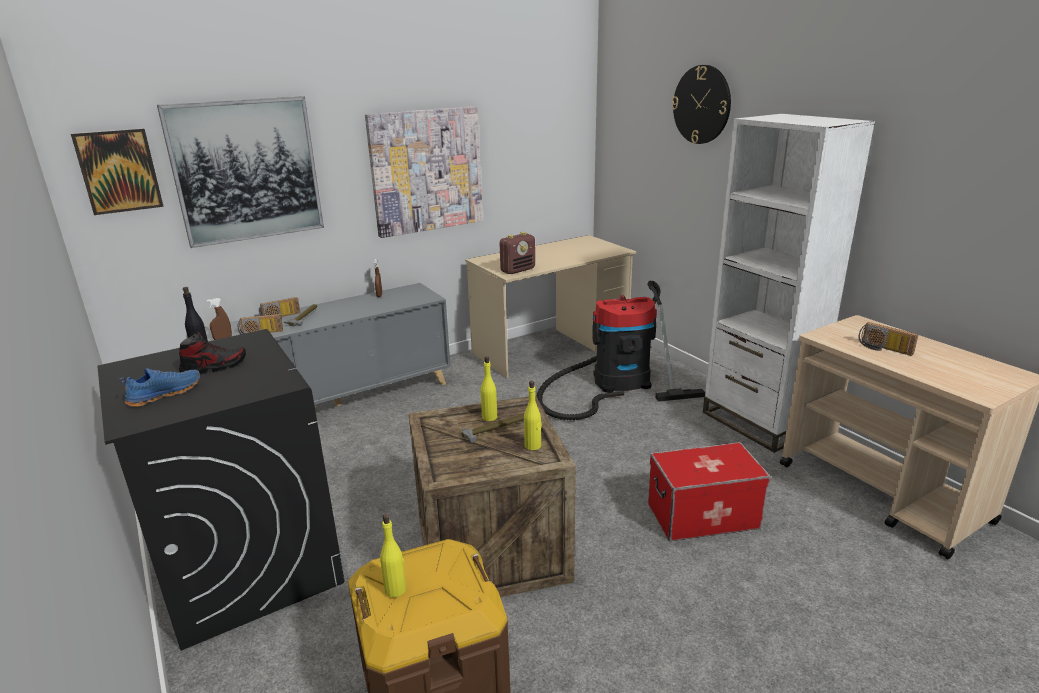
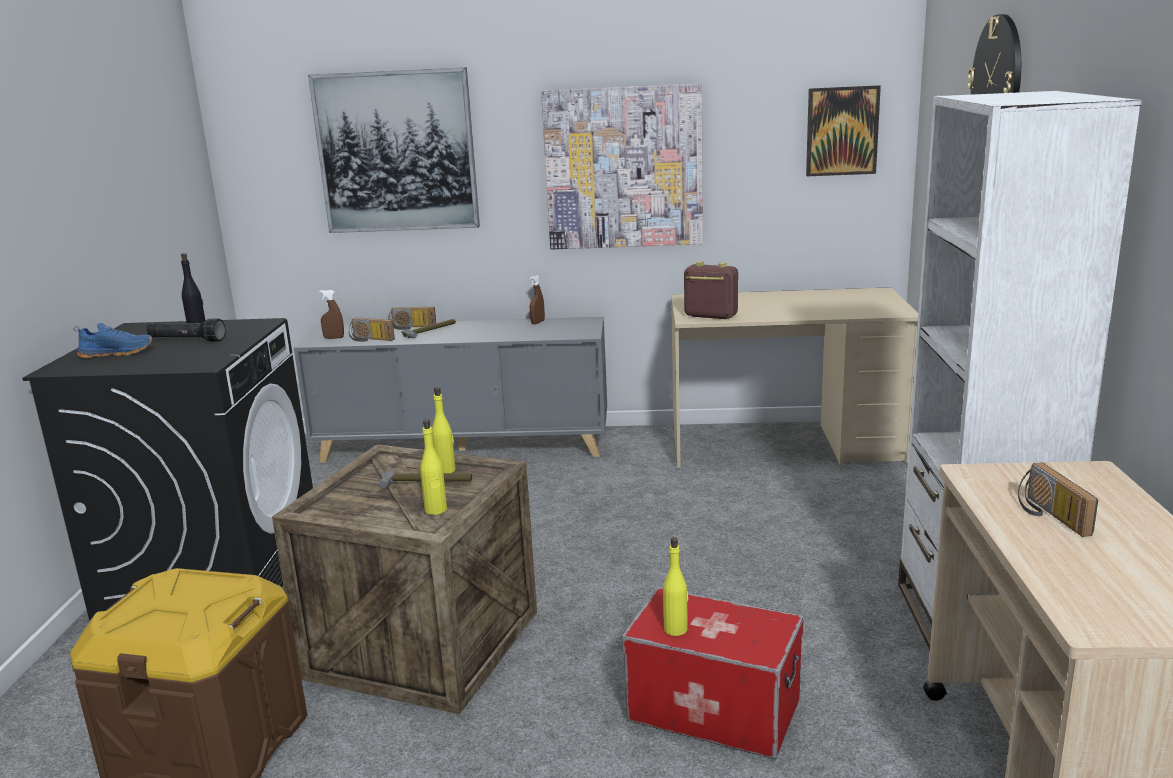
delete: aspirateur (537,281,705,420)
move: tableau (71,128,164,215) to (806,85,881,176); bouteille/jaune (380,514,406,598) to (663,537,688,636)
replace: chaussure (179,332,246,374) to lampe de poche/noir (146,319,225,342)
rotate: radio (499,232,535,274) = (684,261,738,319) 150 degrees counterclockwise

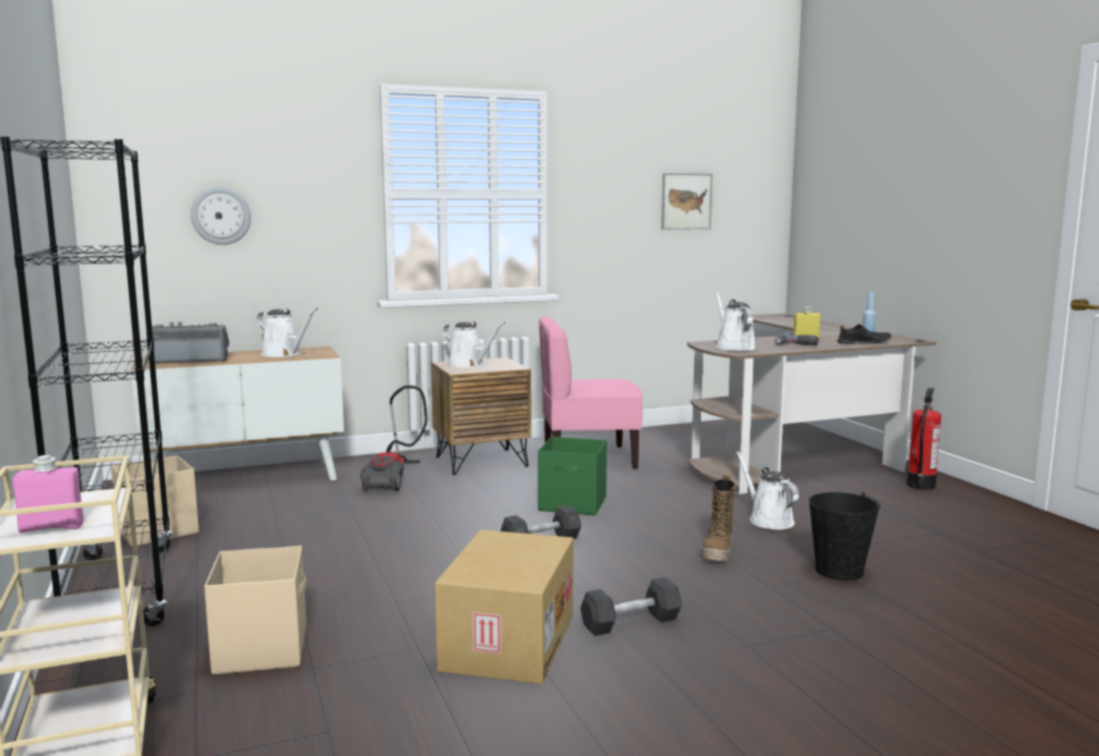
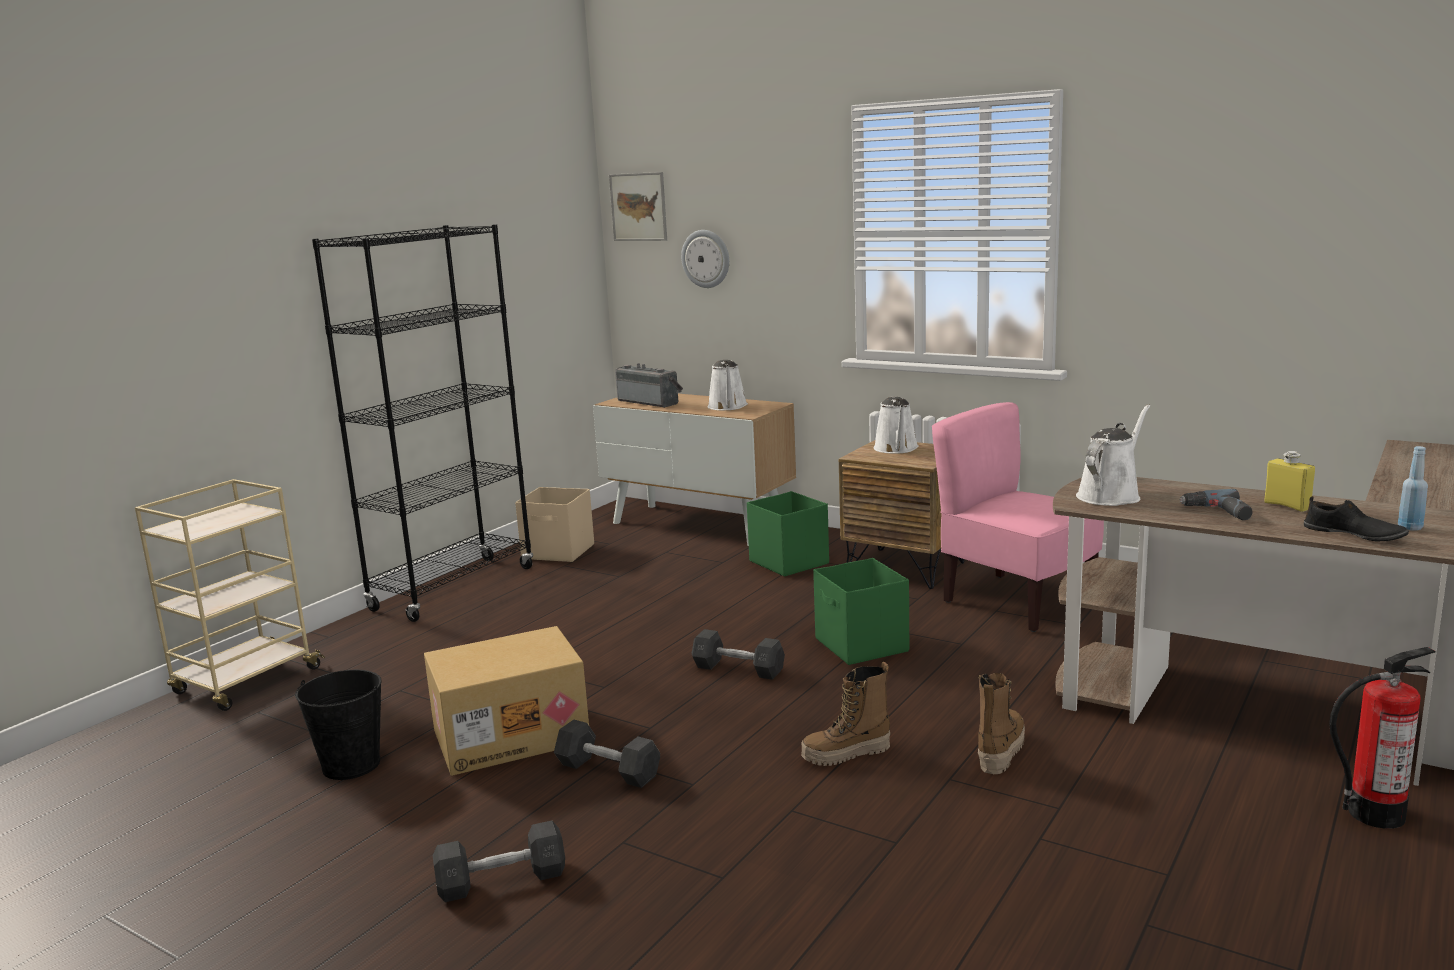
delete: bouteille/rose (13,455,84,533); boîte de rangement/beige (204,546,306,675)
insert: haltère/gris (433,820,565,902)
move: tableau (662,173,713,230) to (609,172,667,241); seau/noir (809,492,881,580) to (295,670,382,780)
replace: aspirateur (360,386,428,491) to boîte de rangement/vert (747,491,829,577); arrosoir/blanc (736,451,799,529) to botte (978,673,1025,774)

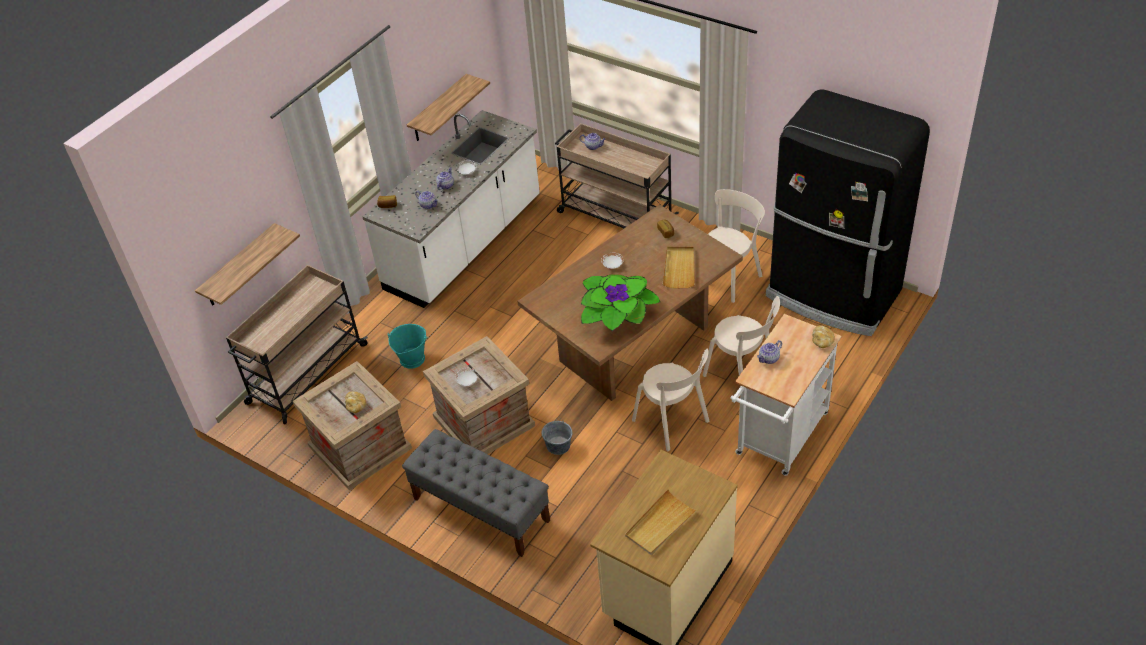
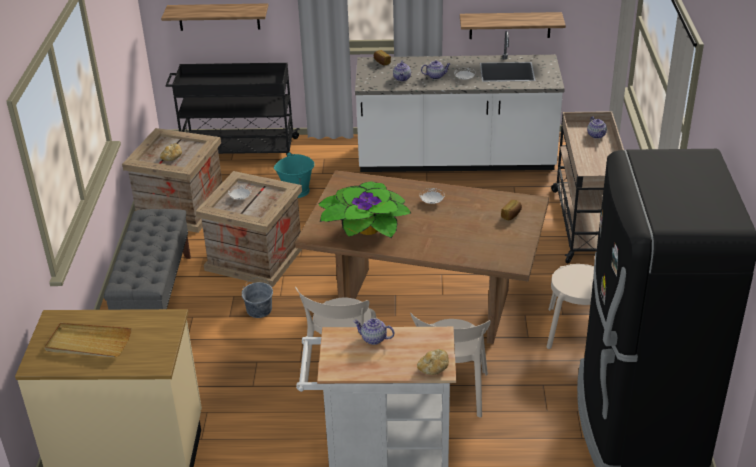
delete: plateau/beige (663,246,695,288)
recolor: chariot/beige (226,265,368,424) to chariot/noir (166,63,299,156)

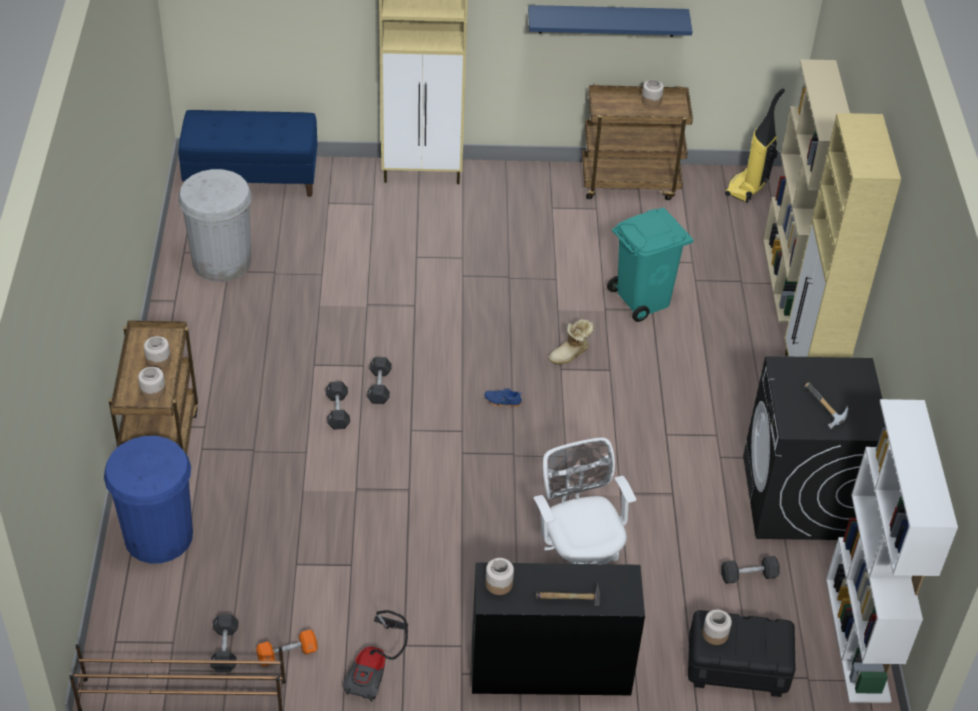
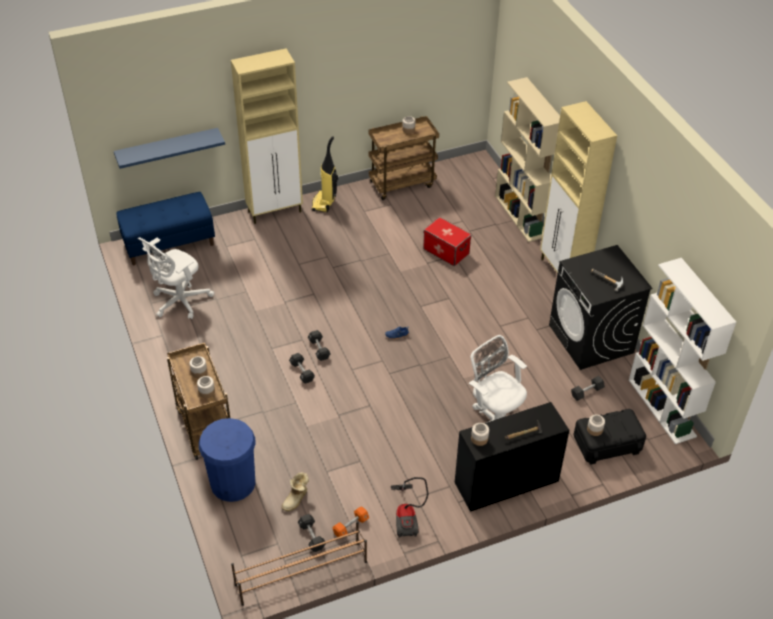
move: étagère/bleu (528,5,693,37) to (114,128,225,169); botte (548,319,594,365) to (281,472,309,511); aspirateur (725,88,785,203) to (312,136,338,212)
replace: poubelle/blanc (178,169,252,282) to chaise de bureau/blanc (138,238,214,319); poubelle/turquoise (607,207,694,322) to boîte de rangement (423,217,472,266)

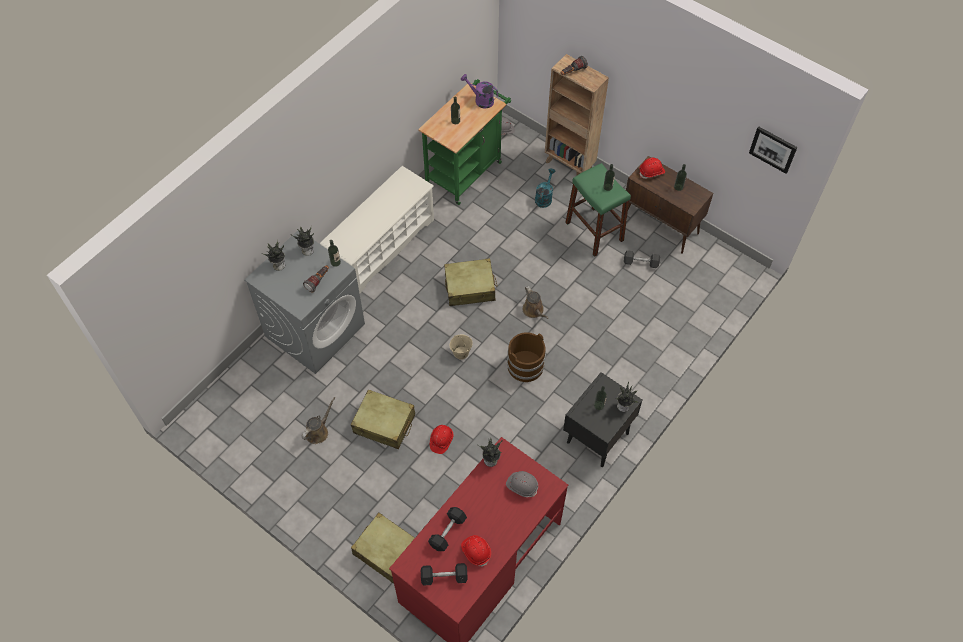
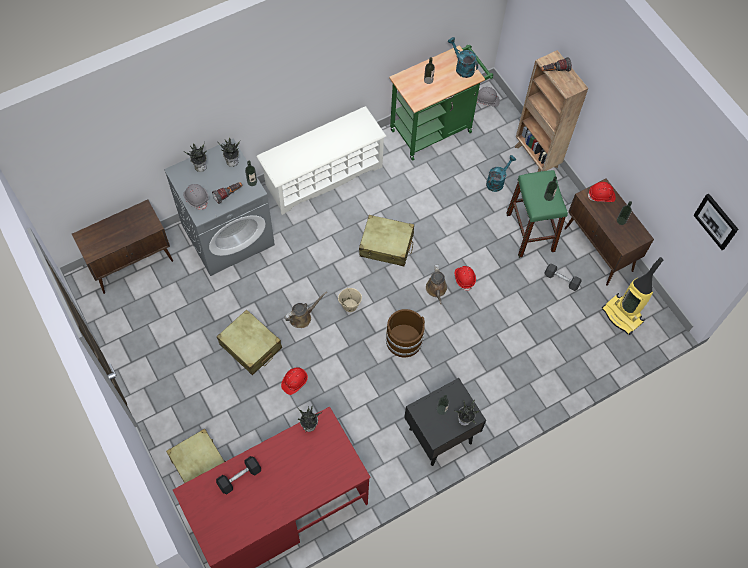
delete: haltère/noir (421,563,468,586)
insert: meuble de rangement/marron (72,199,173,294); aspirateur (602,257,663,335)
move: arrosoir/marron (302,397,335,444) to (284,292,327,328); casque de chantier/rouge (461,535,491,567) to (455,266,476,291); casque de chantier/gris (506,471,538,497) to (183,184,209,210)
recolor: arrosoir/violet (461,74,498,109) to arrosoir/turquoise (448,37,478,78)

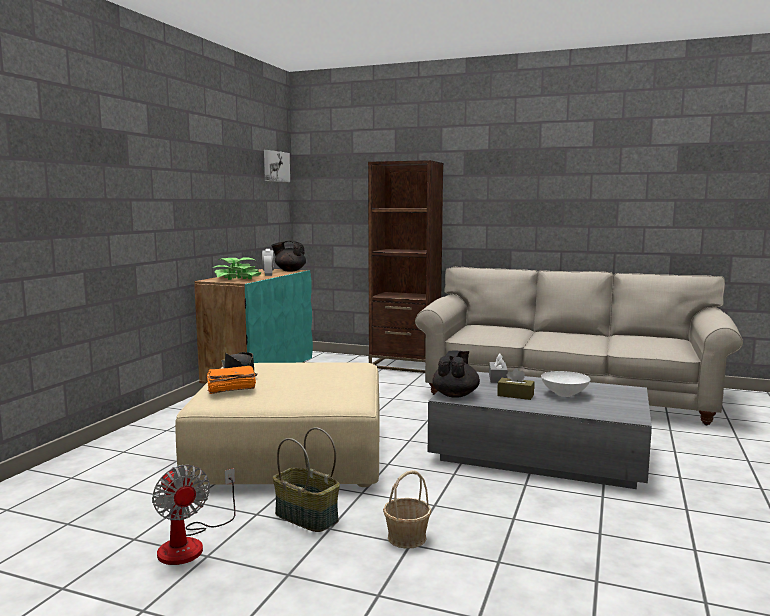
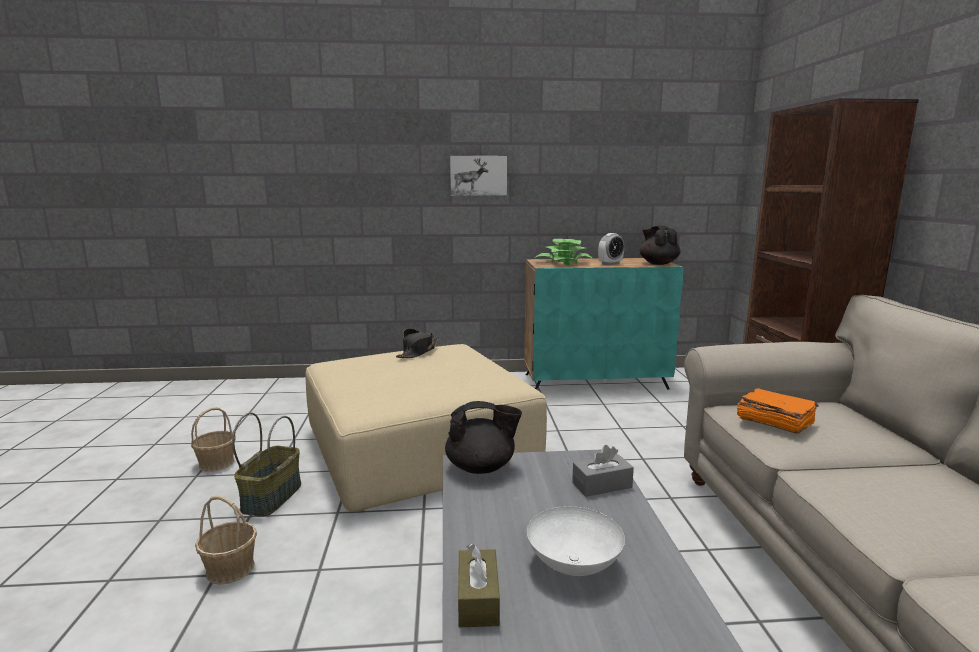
move: livre/orange (207,366,256,394) to (737,388,818,434); tableau (264,150,290,182) to (450,156,507,196); boîte à mouchoirs/marron (497,368,534,400) to (458,544,500,627)
replace: ventilateur (152,465,236,565) to panier (191,407,236,472)

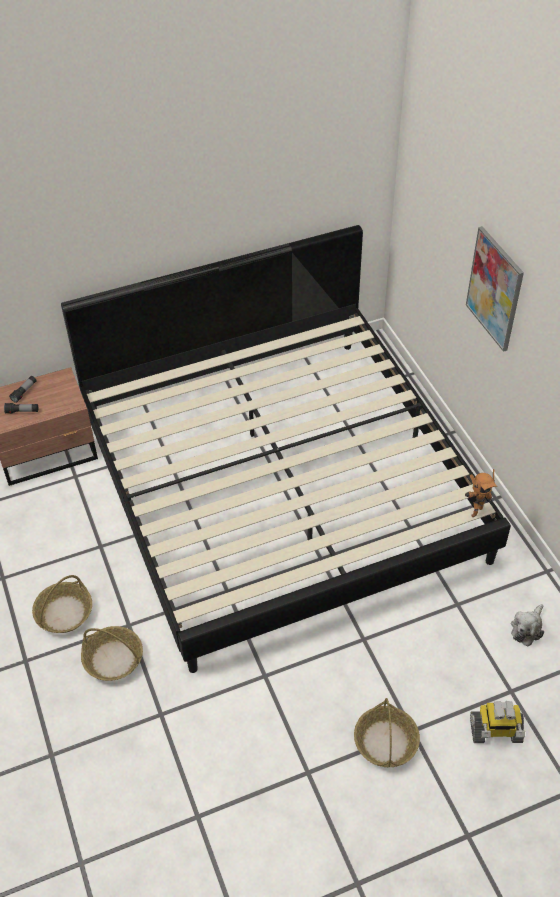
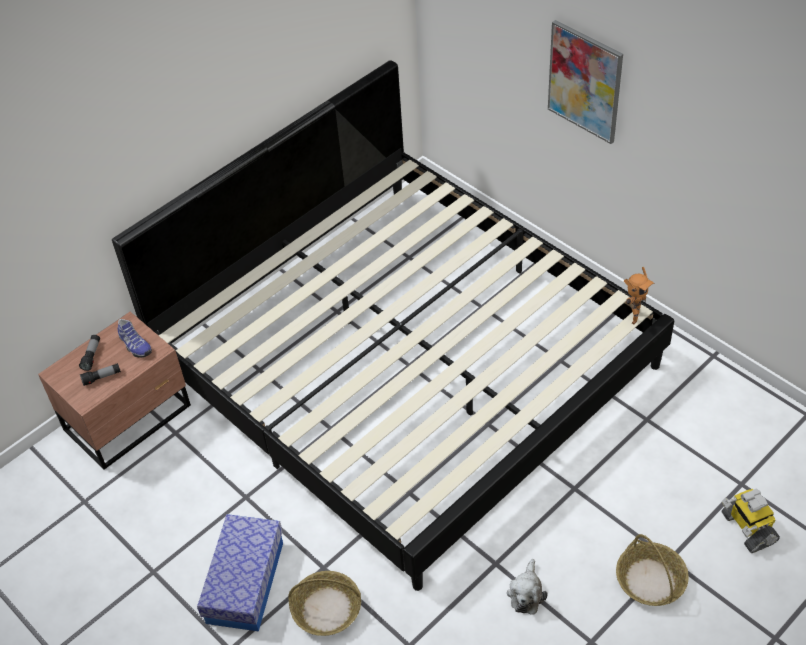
insert: chaussure (118,319,152,358)
move: peluche (511,604,544,646) to (507,559,547,615)
replace: panier (32,575,92,633) to boîte de rangement (197,514,283,632)
rotate: robot jouet (470,701,525,743) = (721,488,780,553) 90 degrees clockwise

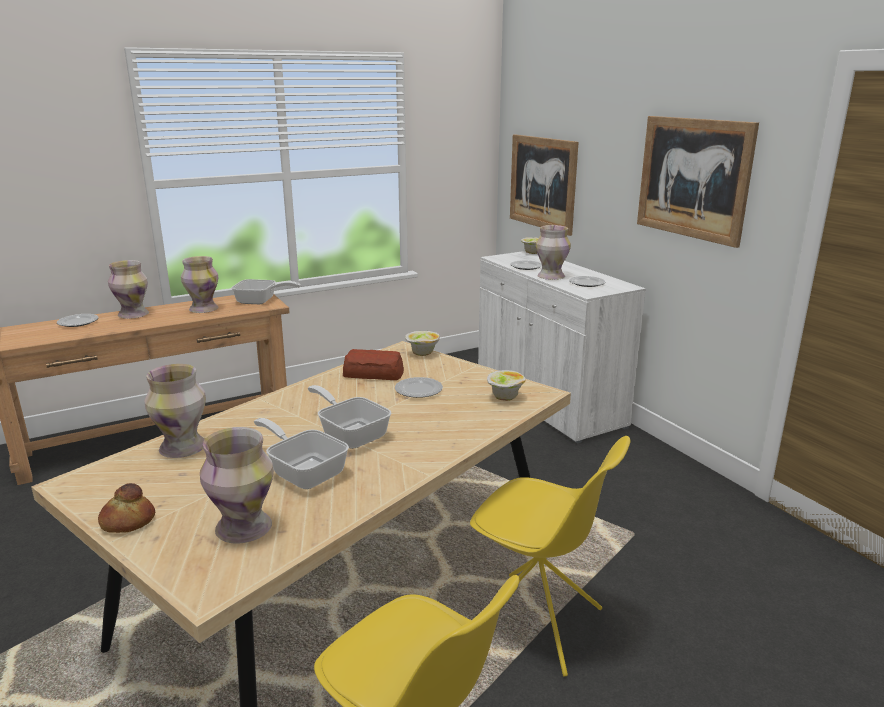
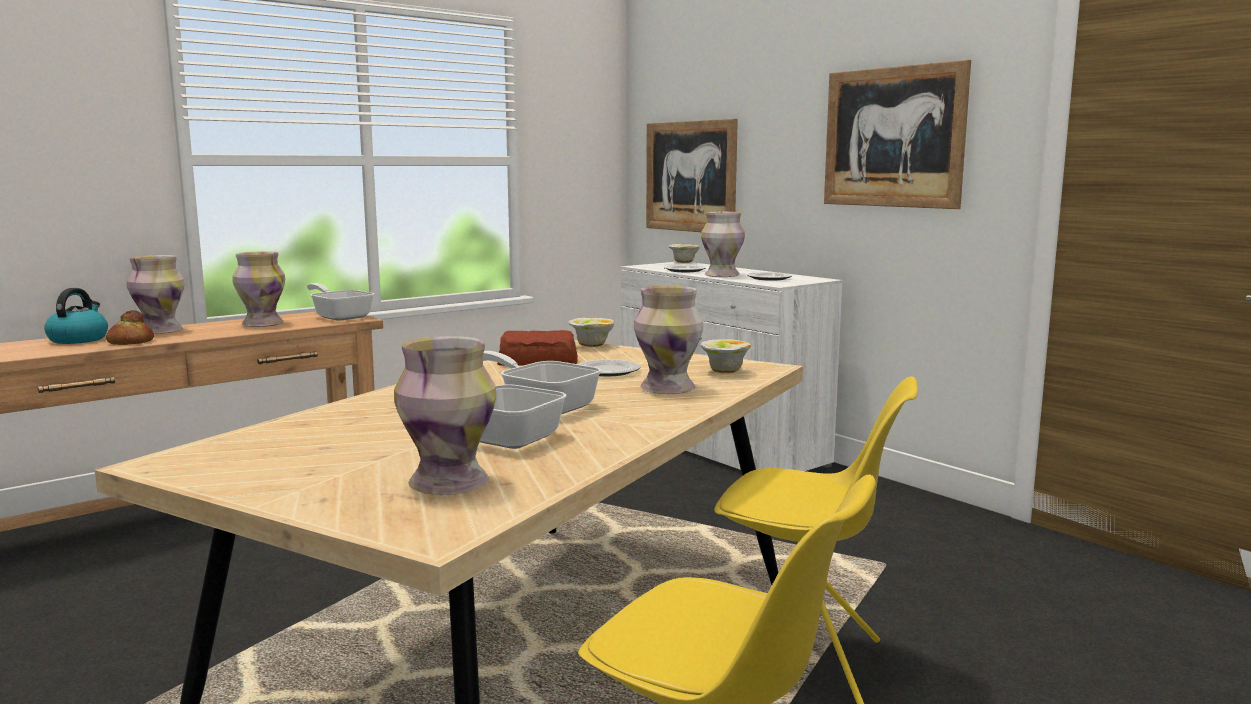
move: pain (98,483,155,533) to (106,310,154,345); vase (145,364,206,458) to (634,286,703,394)
replace: assiette (57,314,98,327) to bouilloire (44,288,108,344)
rotate: poêle (231,279,301,304) = (307,283,374,321) 135 degrees counterclockwise

